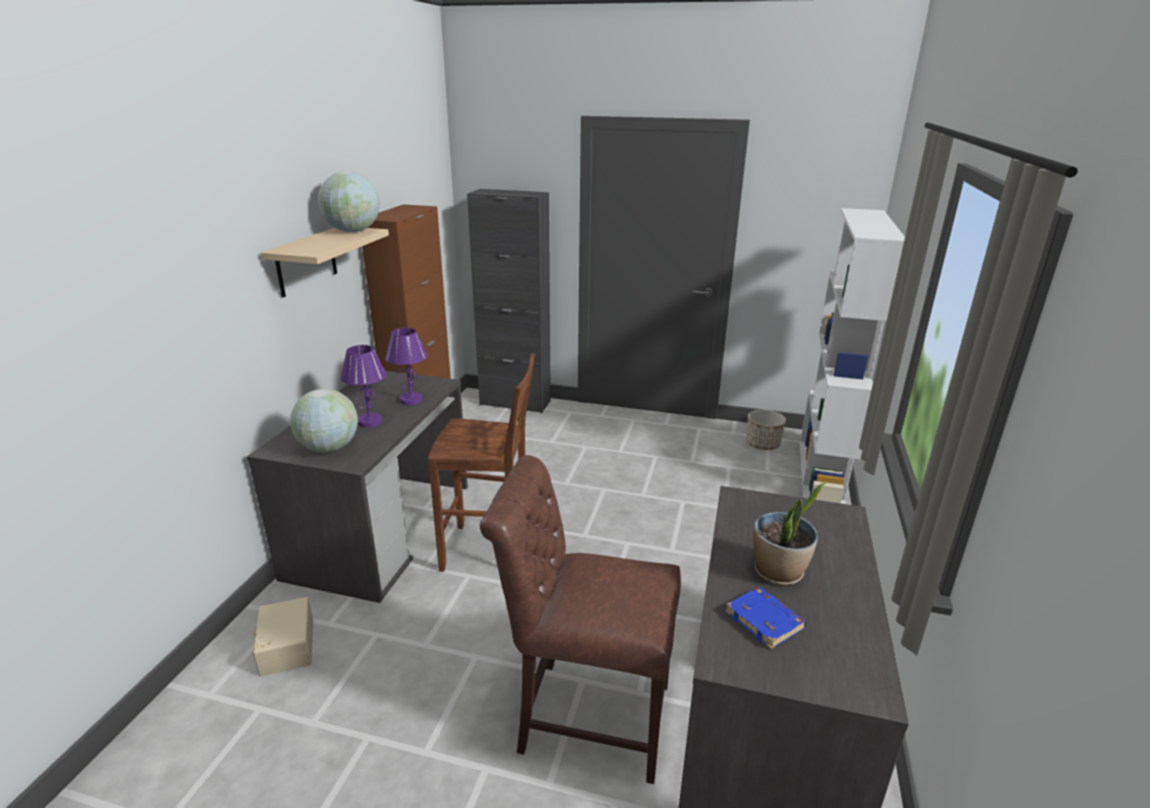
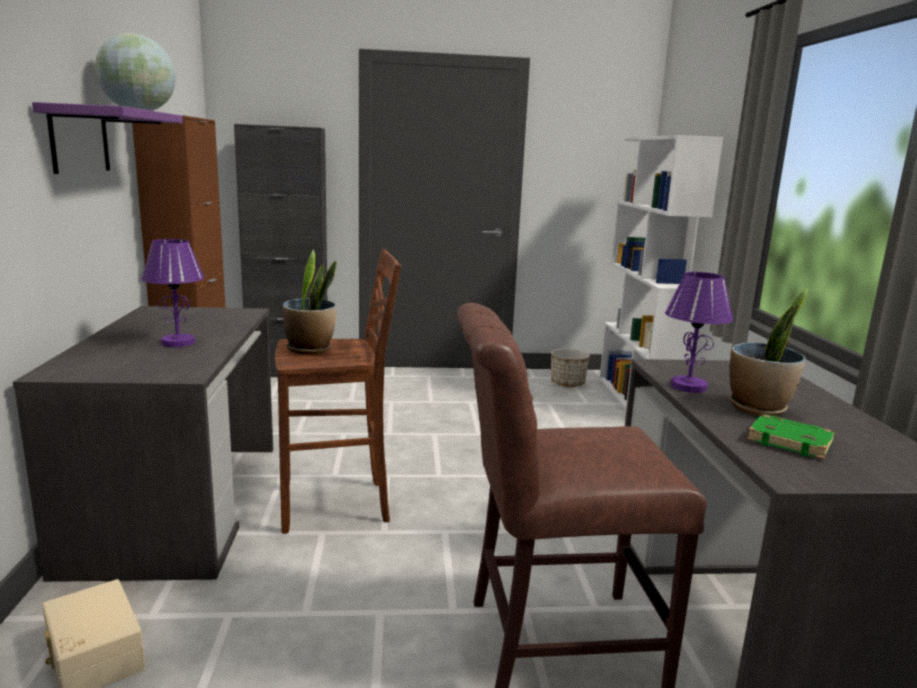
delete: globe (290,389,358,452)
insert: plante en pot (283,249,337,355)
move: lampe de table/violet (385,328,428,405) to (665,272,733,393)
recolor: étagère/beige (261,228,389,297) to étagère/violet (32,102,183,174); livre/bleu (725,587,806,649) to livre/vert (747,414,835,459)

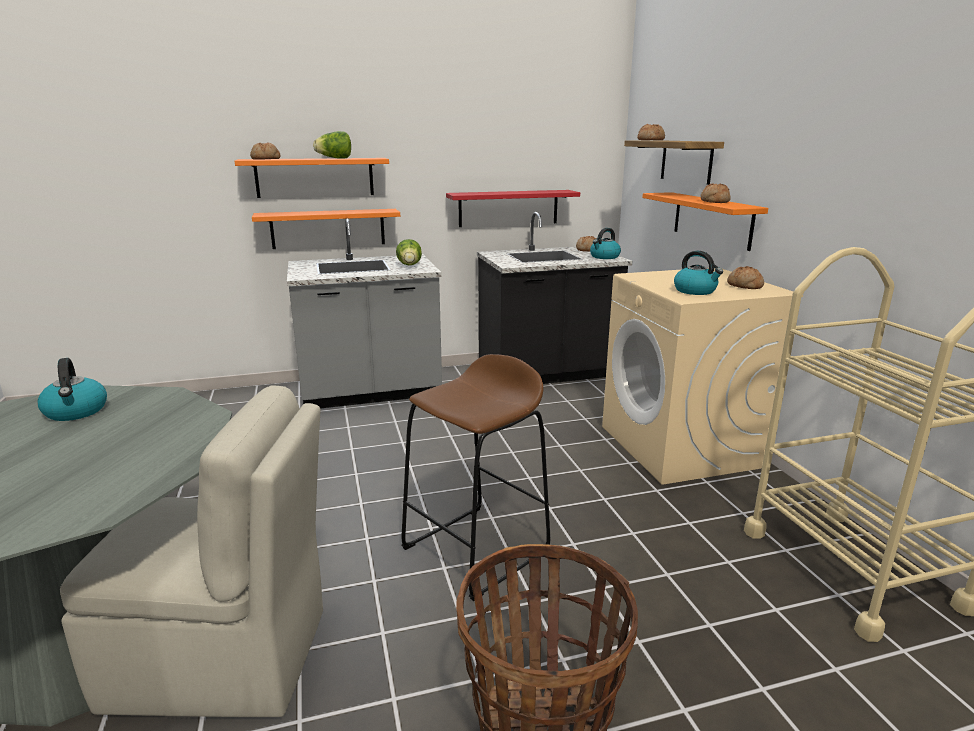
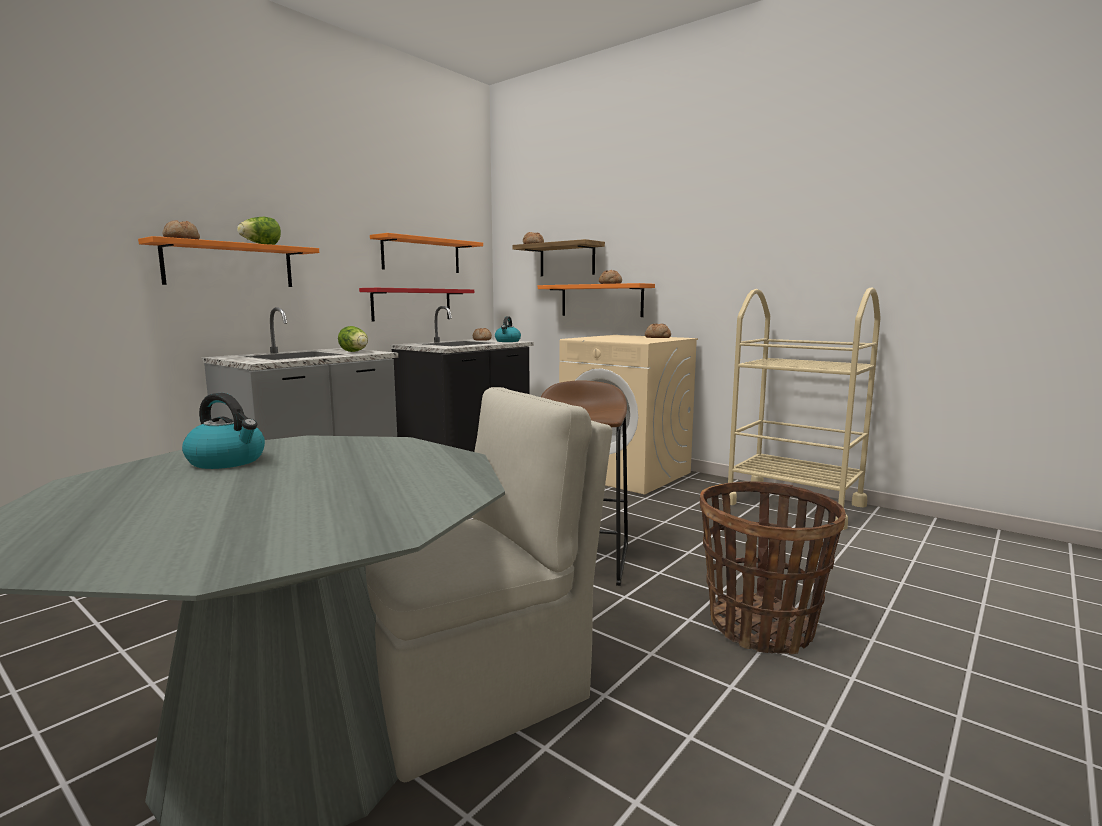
delete: bouilloire (674,251,723,295)
move: étagère/orange (252,209,400,249) to (370,233,483,273)

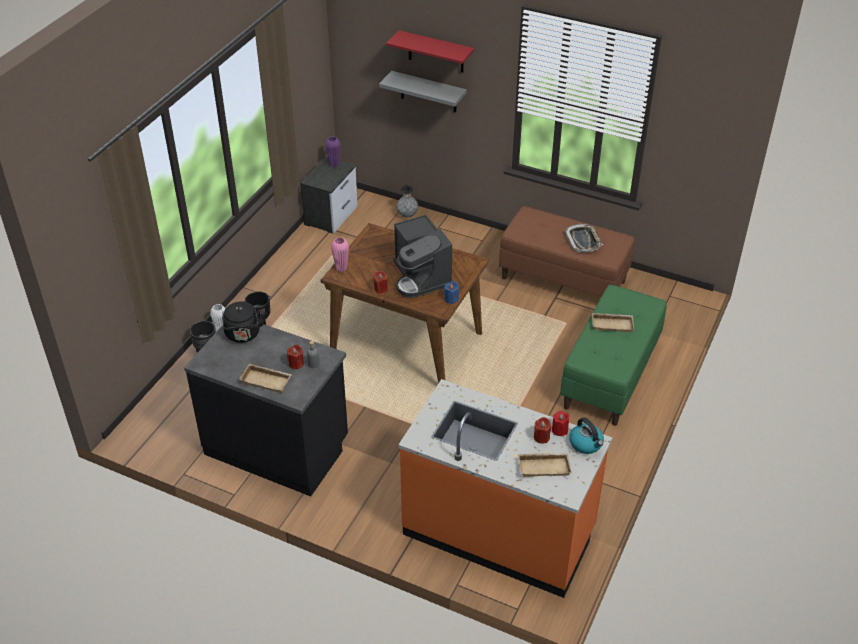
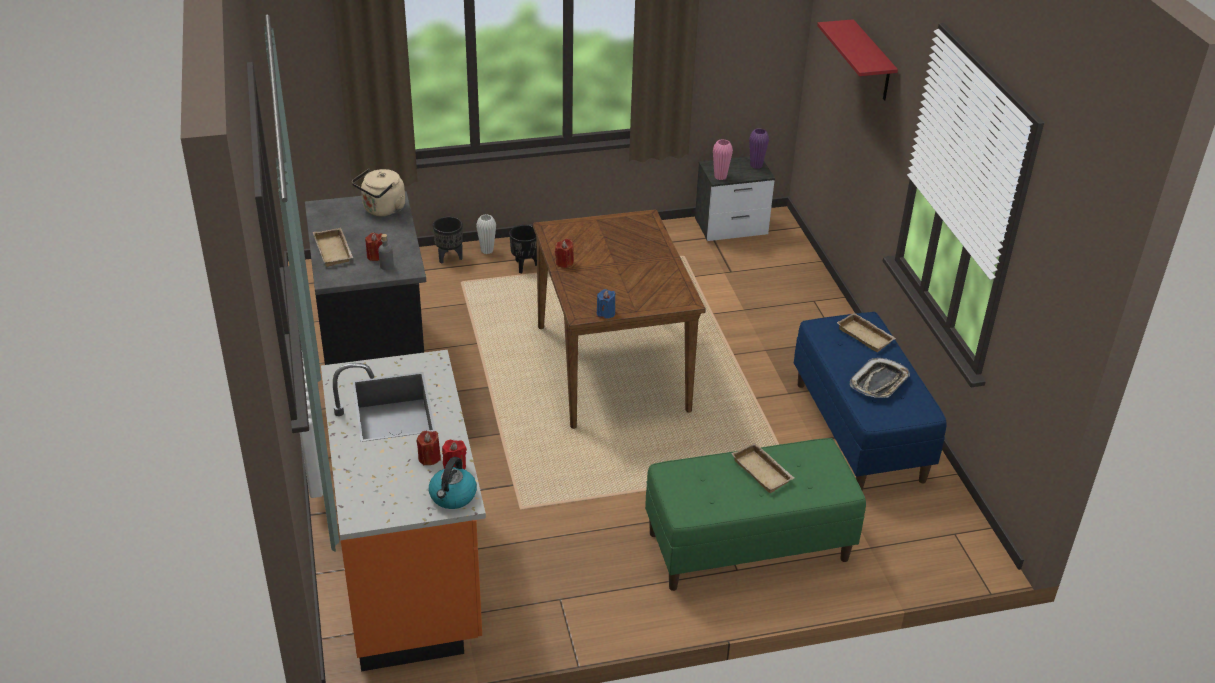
delete: étagère/gris (379,71,467,112); machine à café (393,215,454,298); vase/gris (396,185,418,218)
move: vase/rose (331,237,349,272) to (713,139,733,180); plateau/beige (518,453,572,477) to (837,313,896,353)
recolor: bouilloire/noir (222,302,267,343) to bouilloire/beige (352,169,405,217); banc/marron (499,206,635,297) to banc/bleu (794,312,947,490)

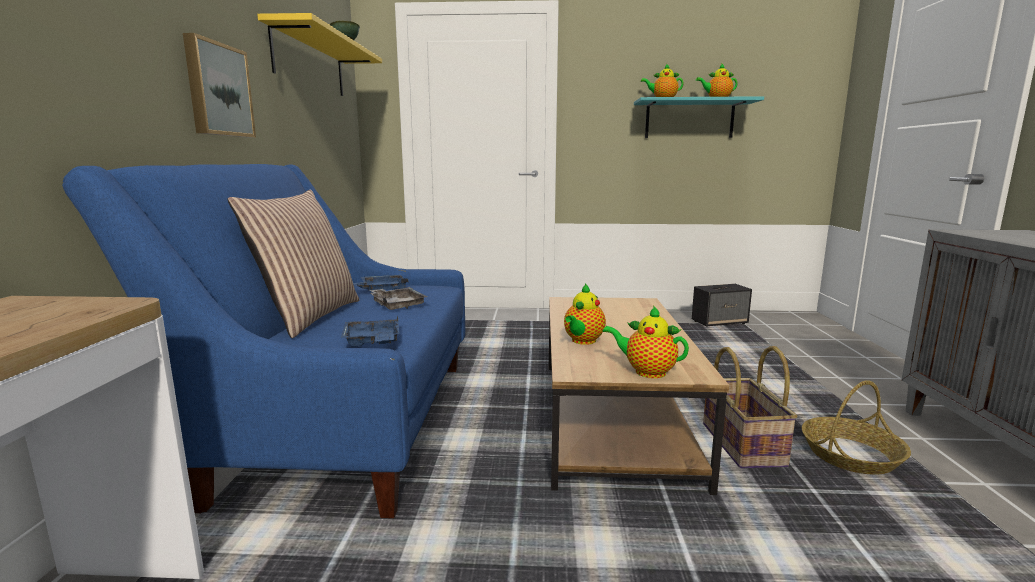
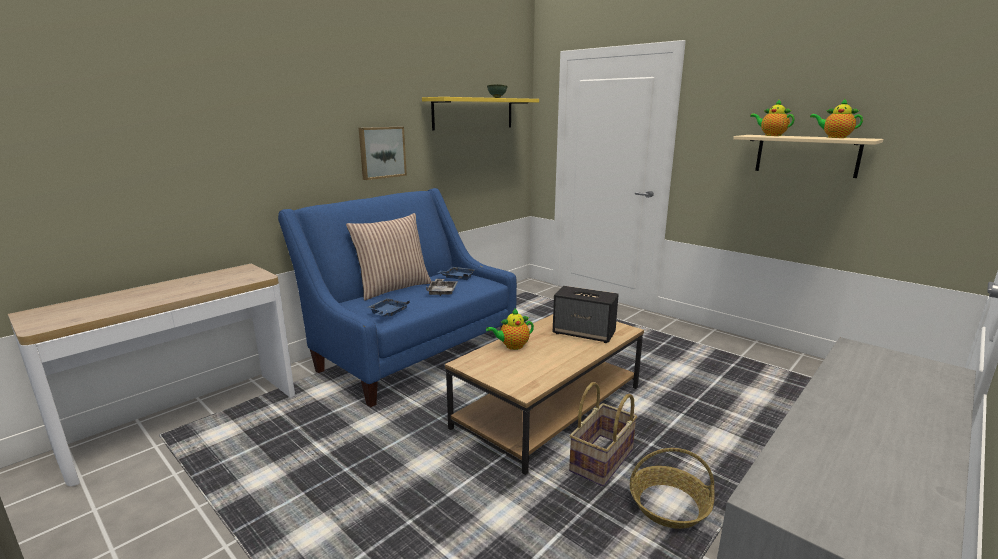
delete: théière (603,306,689,378)
move: enceinte (692,284,752,327) to (553,286,619,343)
recolor: étagère/turquoise (634,96,764,138) to étagère/beige (733,135,884,178)

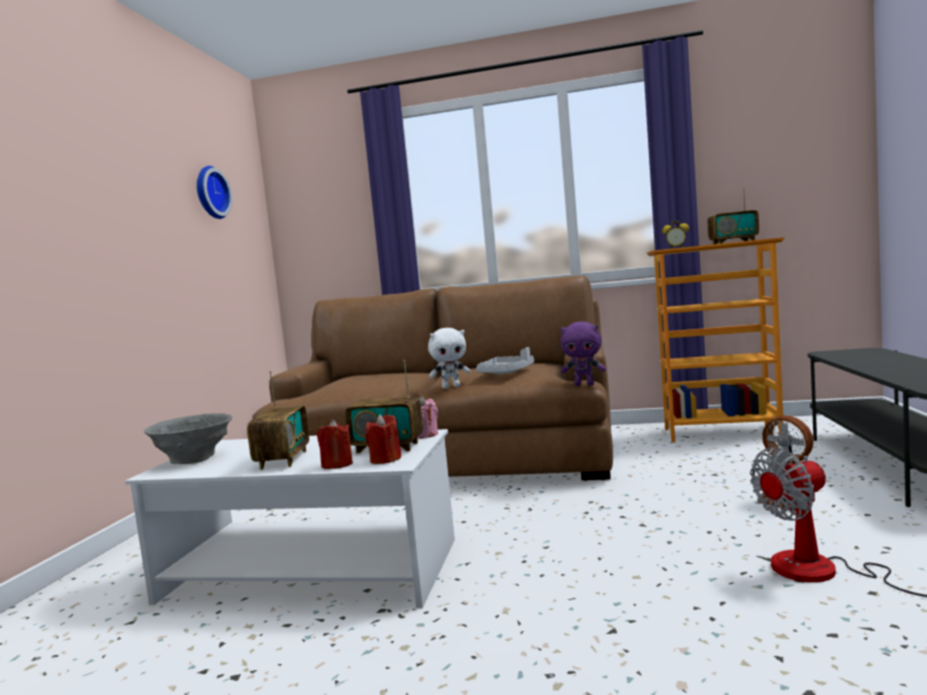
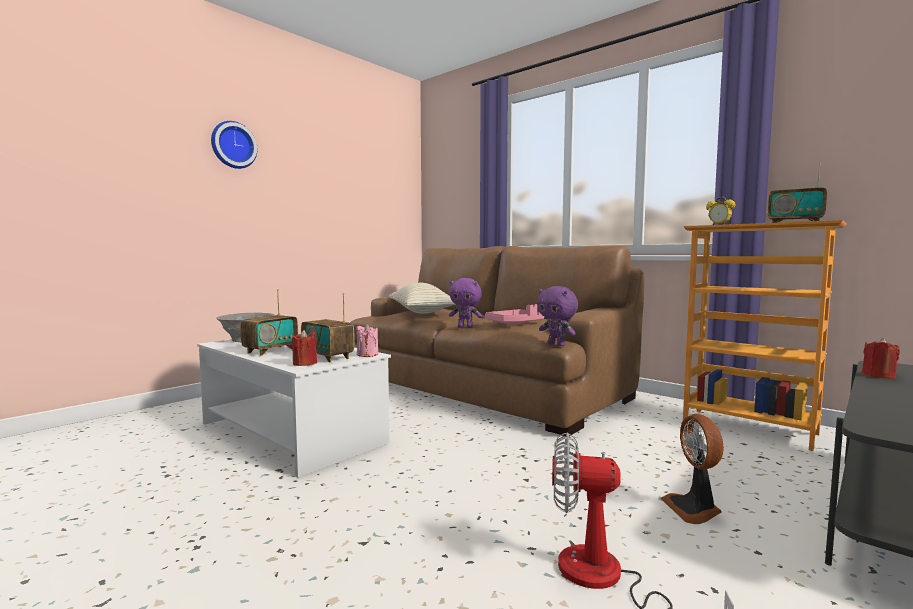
insert: coussin (389,283,456,314)
move: horloge murale (197,166,233,219) to (211,121,257,169); bougie/rouge (317,420,353,469) to (862,338,900,379)
recolor: peluche/blanc (428,328,471,389) to peluche/violet (449,278,483,328); plateau/gris (476,347,534,374) to plateau/rose (485,304,544,324)

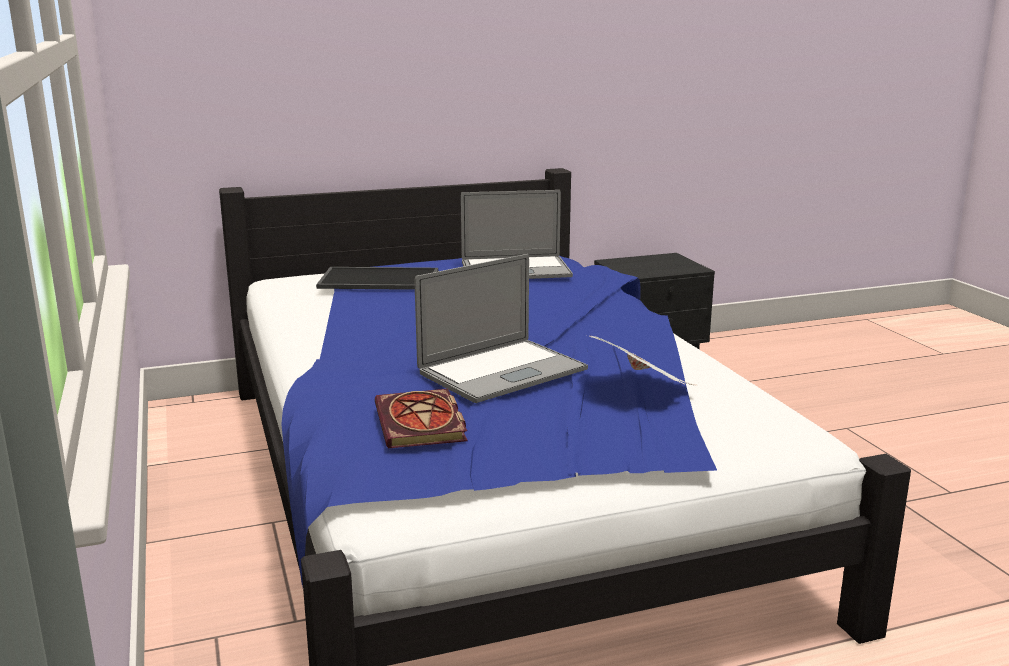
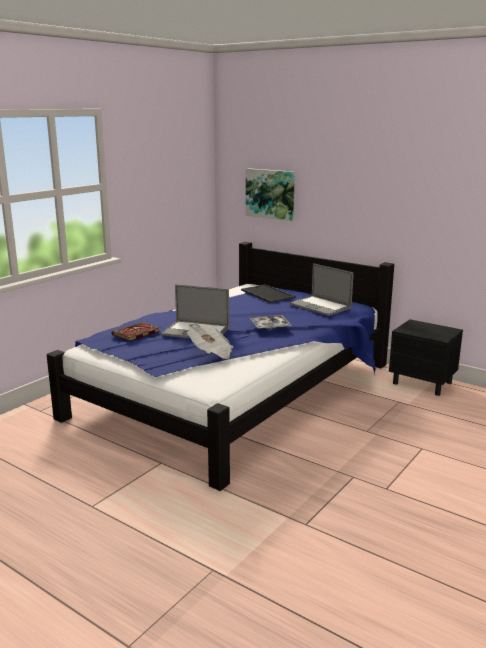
insert: tableau (246,168,295,221); plateau (250,315,291,329)

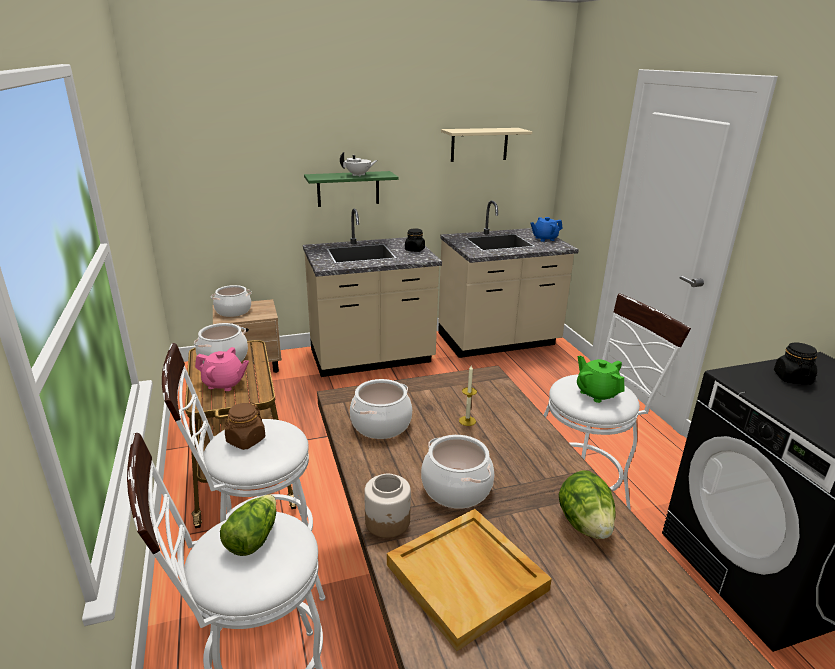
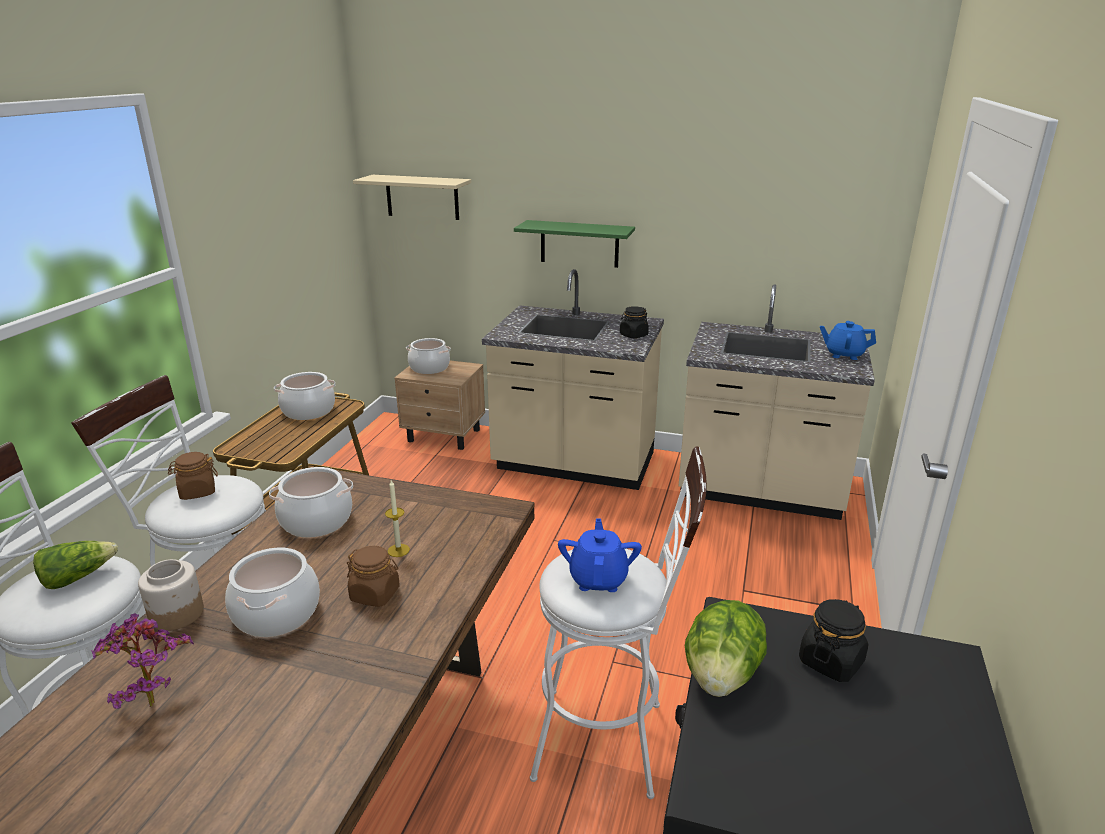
delete: théière/rose (195,347,249,391); théière/blanc (340,152,378,177)
insert: bocal/marron (347,546,400,607)
move: étagère/beige (441,128,532,162) to (353,175,471,220); laitue (559,470,615,539) to (685,600,767,697)
replace: plateau/beige (387,509,552,651) to plante en pot (91,613,194,709)
recolor: théière/vert (577,356,625,403) to théière/bleu (558,519,642,592)

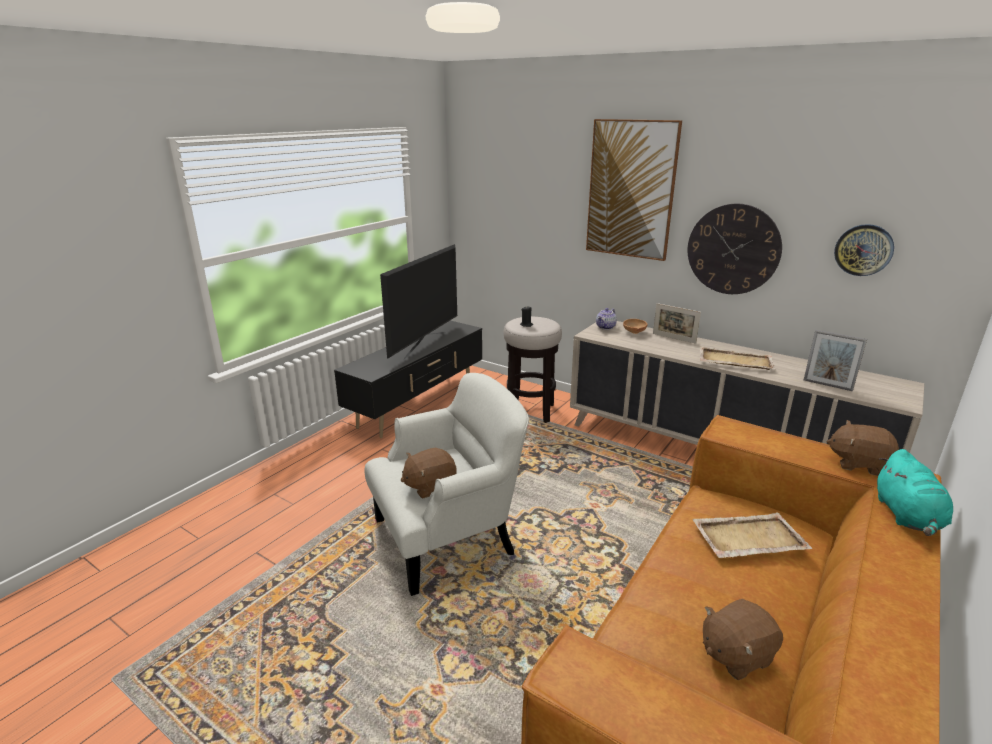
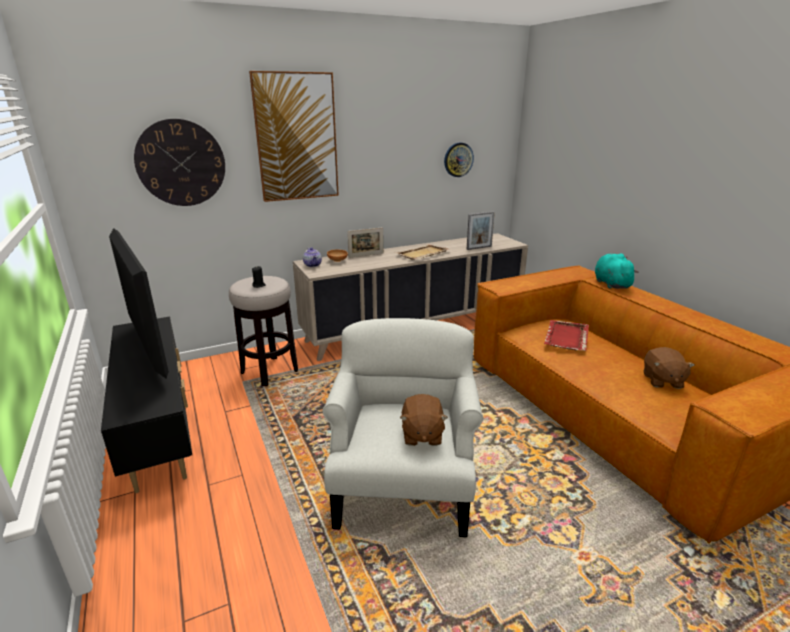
delete: peluche/marron (827,420,899,476)
move: horloge murale (688,204,782,294) to (134,119,225,206)
recolor: plateau/beige (692,513,813,558) to plateau/rouge (544,320,589,351)
rotate: peluche/turquoise (877,449,953,536) = (595,253,639,289) 135 degrees counterclockwise

